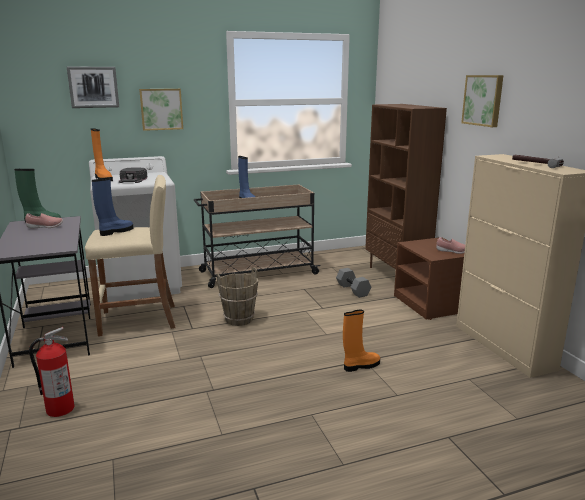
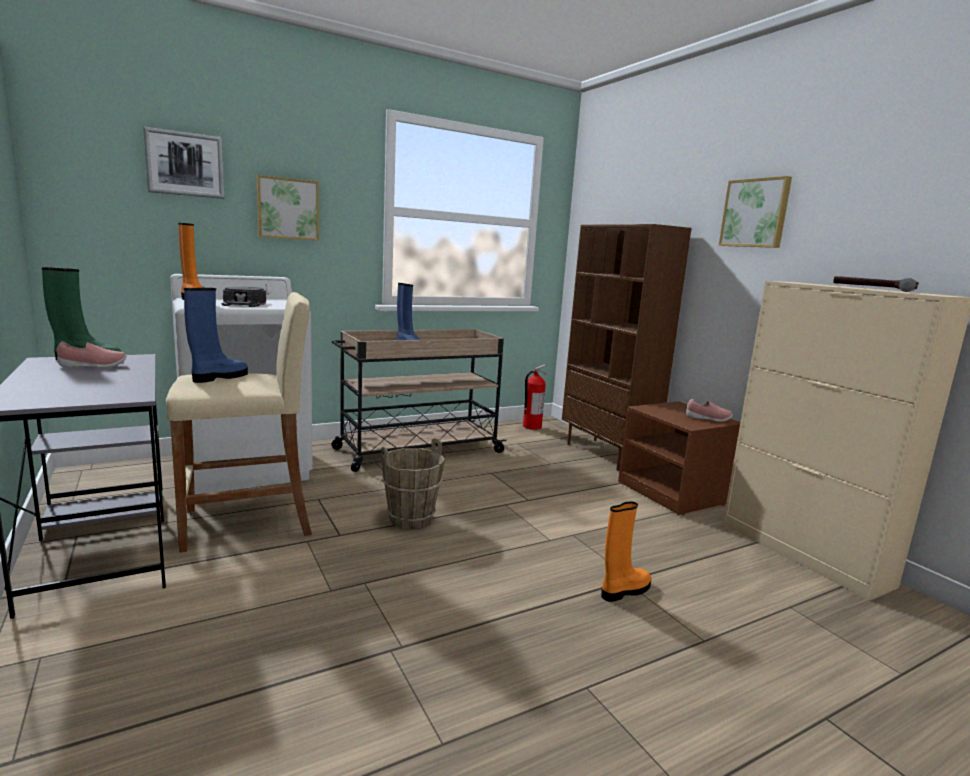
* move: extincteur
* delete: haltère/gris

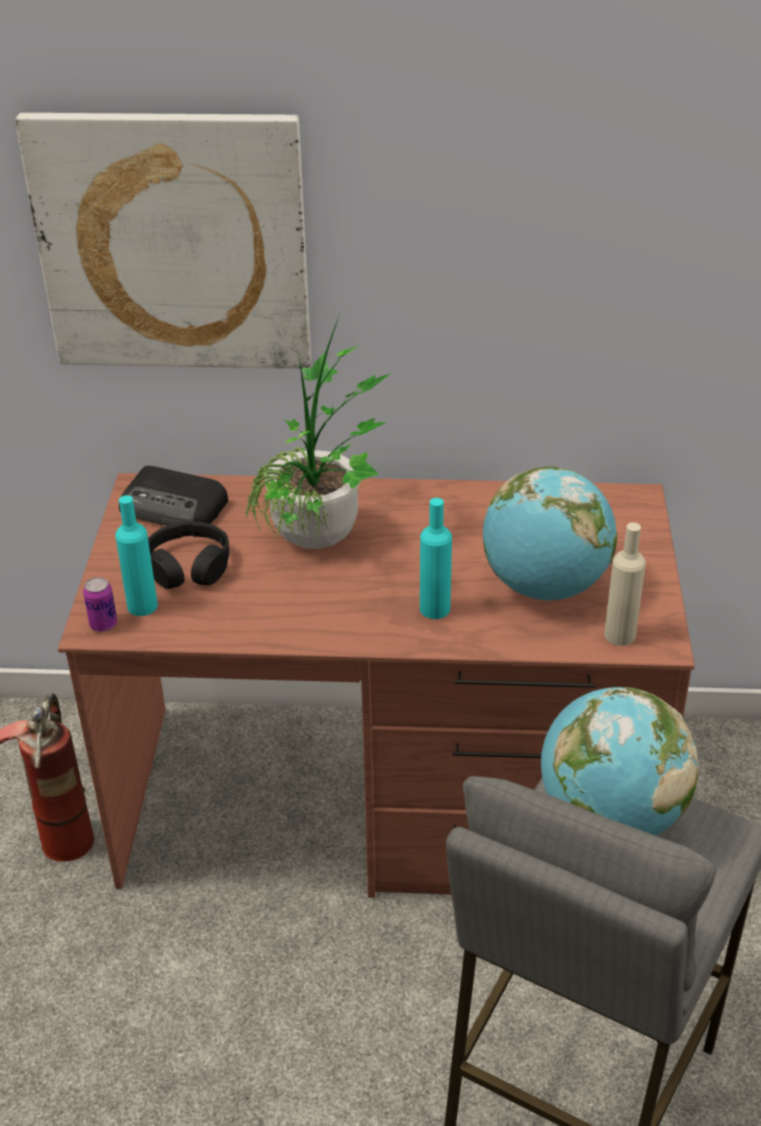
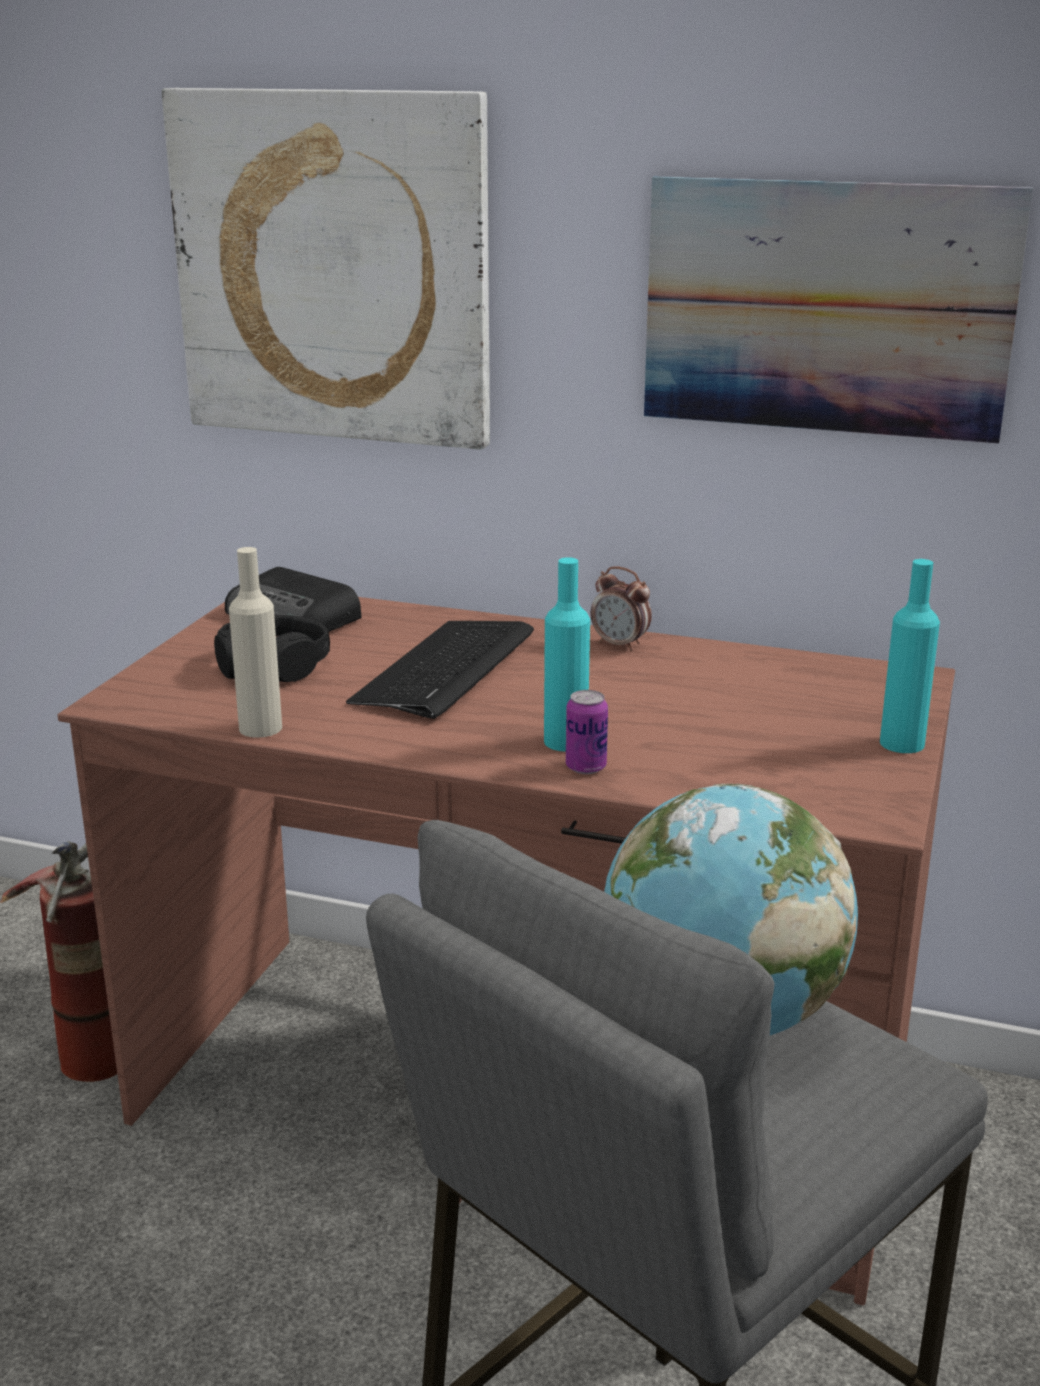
* move: bouteille/beige
* replace: plante en pot to clavier
* move: boîte métallique
* insert: réveil
* insert: tableau (2nd from left)
* move: bouteille/turquoise (1st from left in the first image) to bouteille/turquoise (2nd from left)
* delete: globe (1st from left)

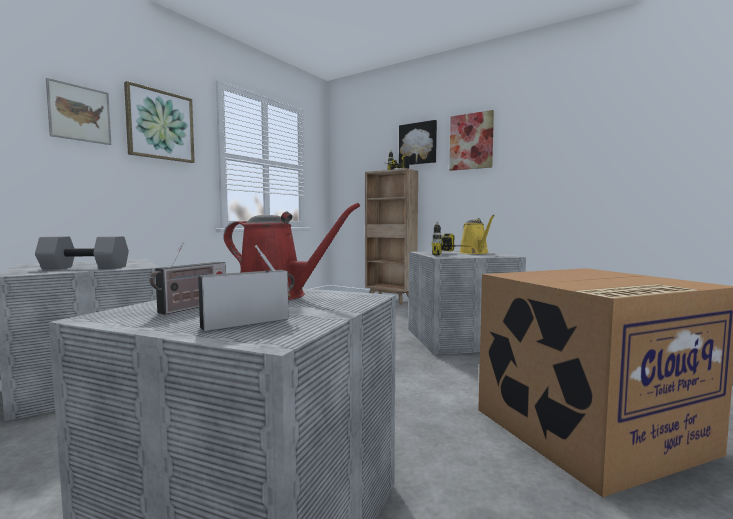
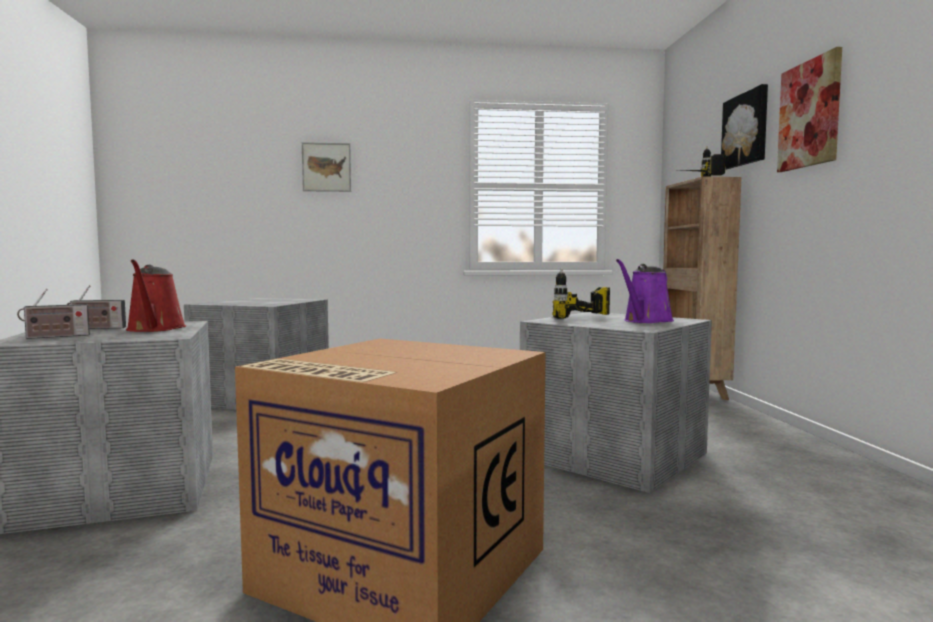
* rotate: radio (2nd from left in the first image) 135 degrees clockwise
* recolor: arrosoir/jaune to arrosoir/violet
* delete: haltère/gris
* delete: tableau (2nd from left)

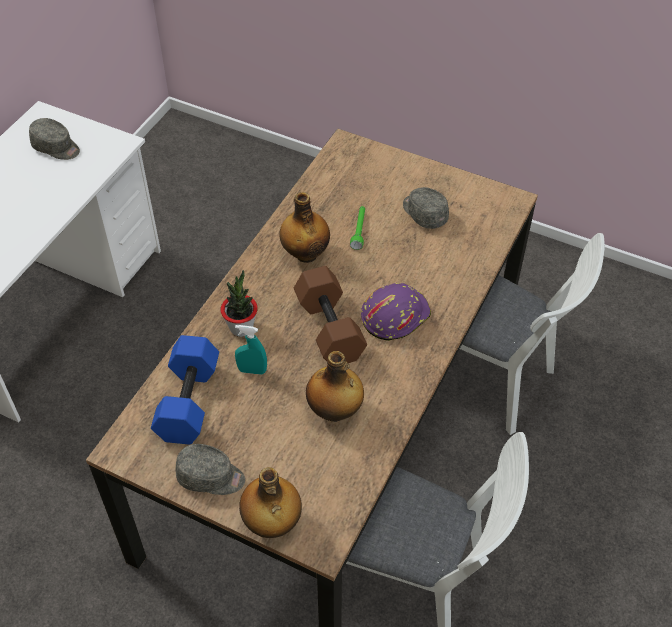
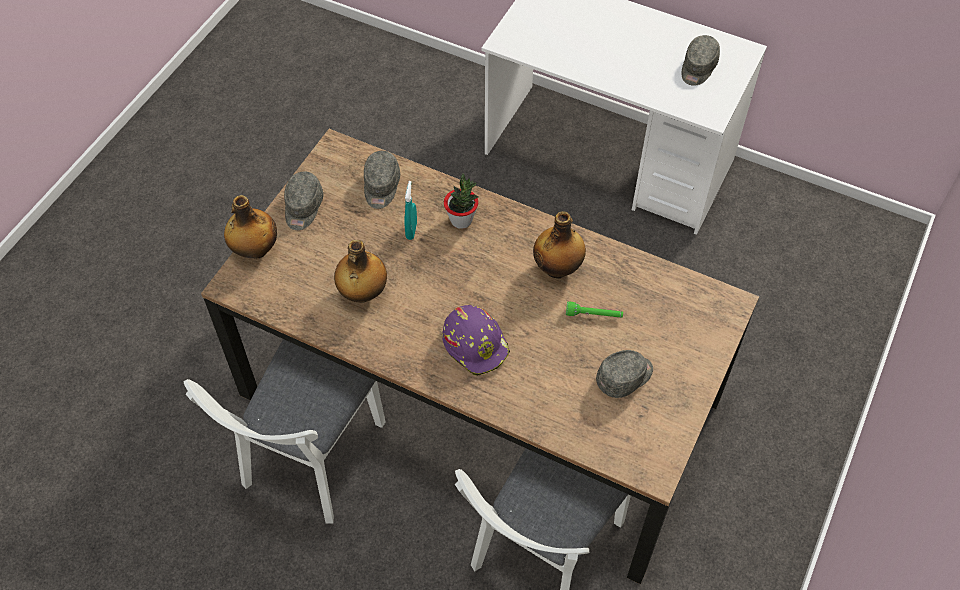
* replace: haltère/bleu to casquette/gris (2nd from left)
* delete: haltère/marron

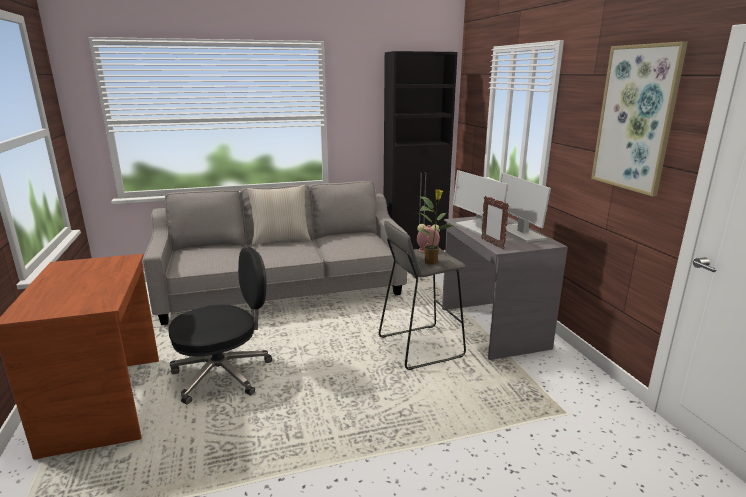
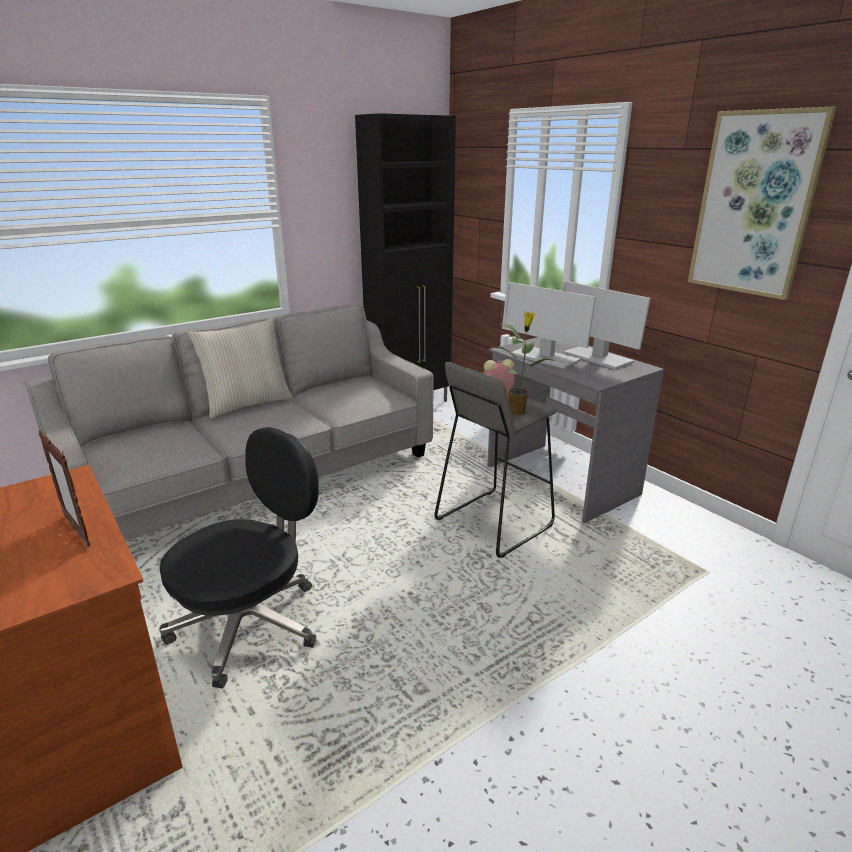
* move: cadre photo

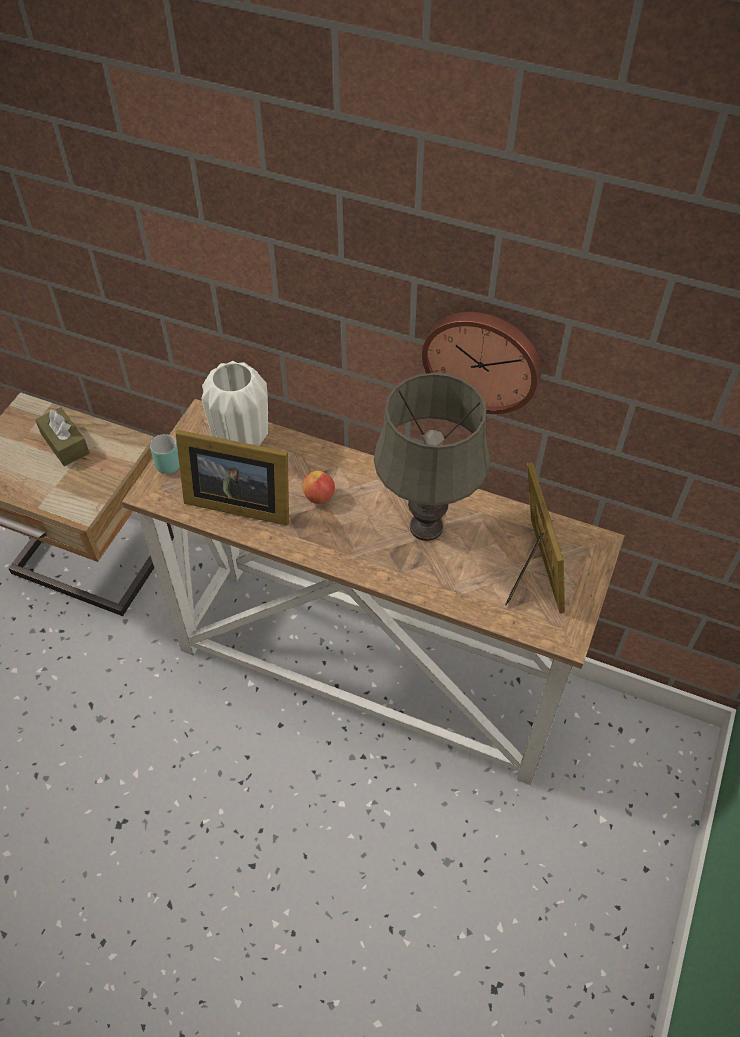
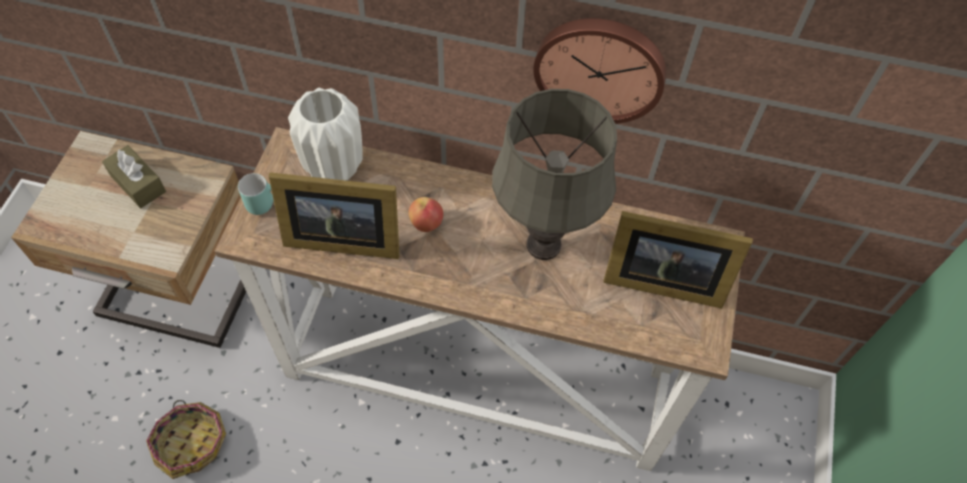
* insert: panier
* rotate: cadre photo (2nd from left) 120 degrees clockwise

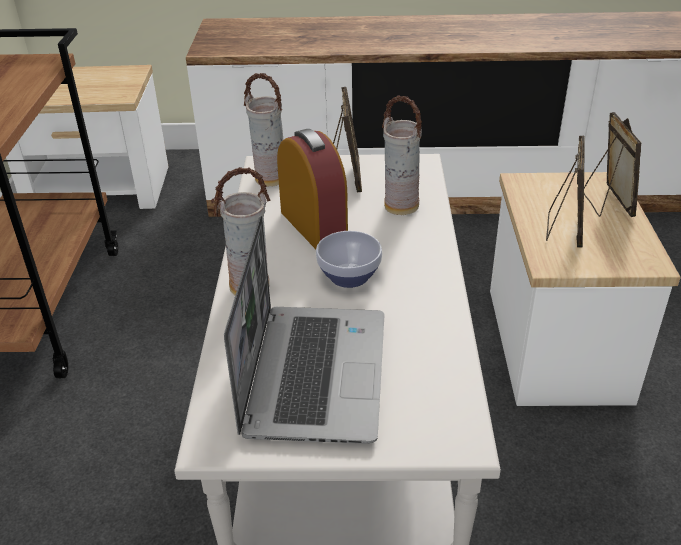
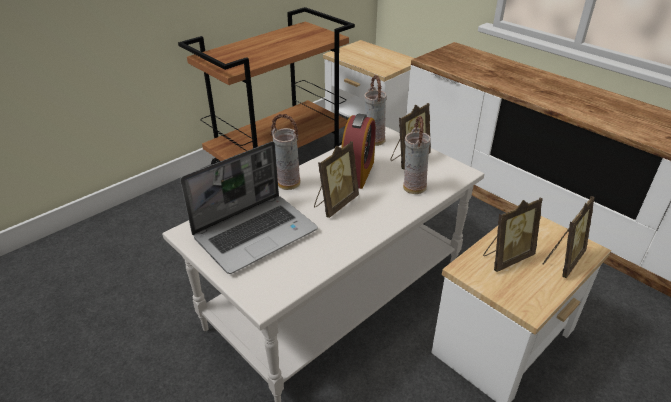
* replace: bol to cadre photo (1st from left)

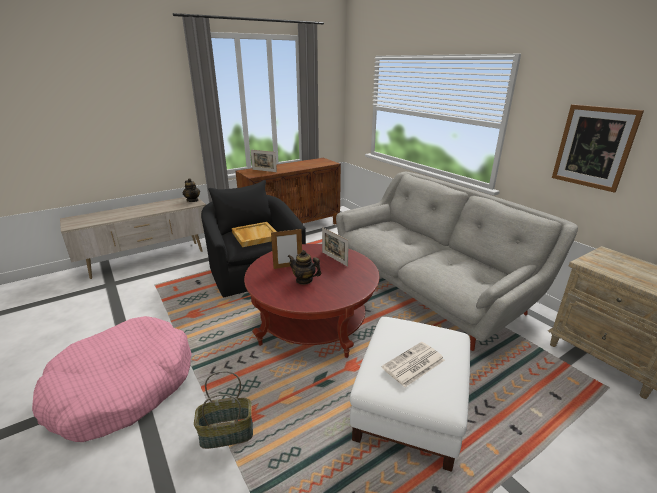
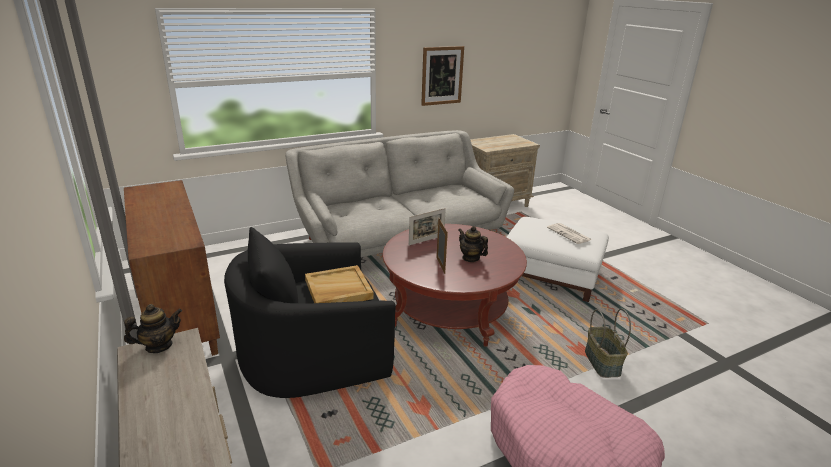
* rotate: théière (2nd from left) 105 degrees clockwise
* delete: cadre photo (1st from left)

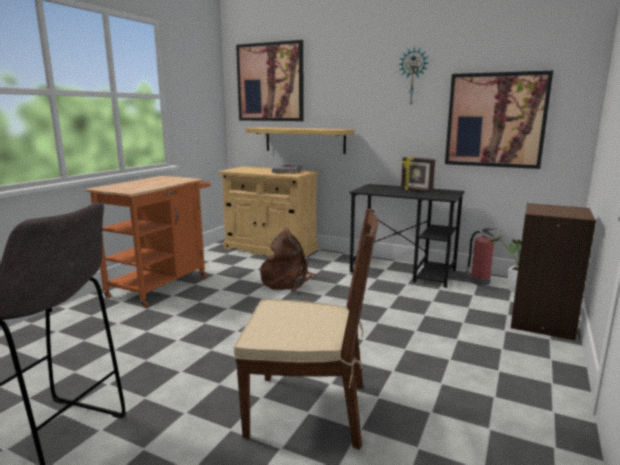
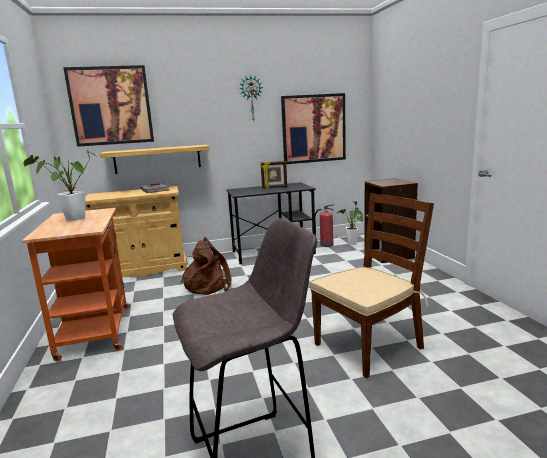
* insert: plante en pot (1st from left)

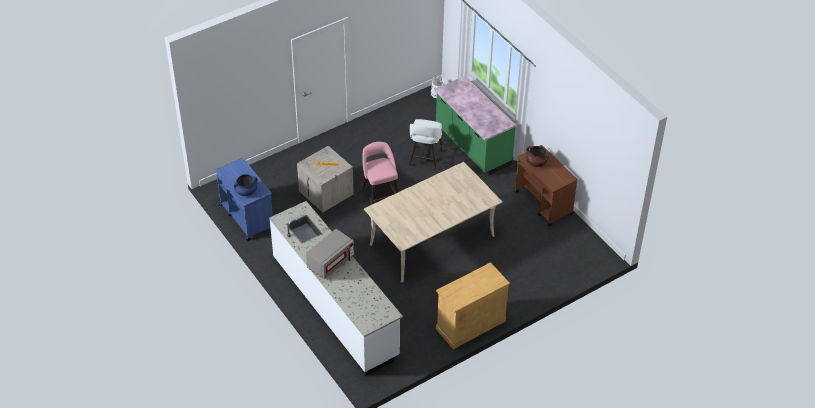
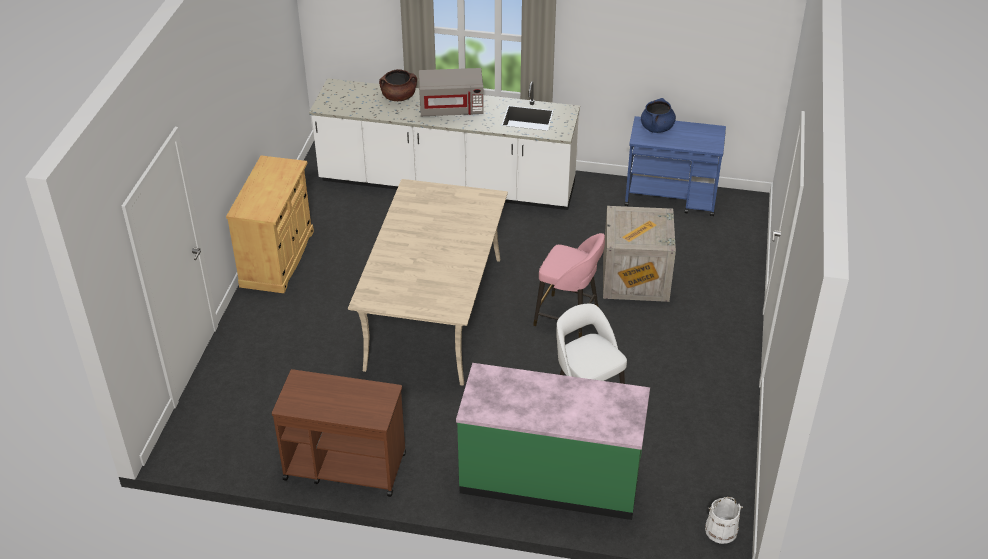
* move: marmite/marron
* rotate: micro-ondes/gris 90 degrees counterclockwise

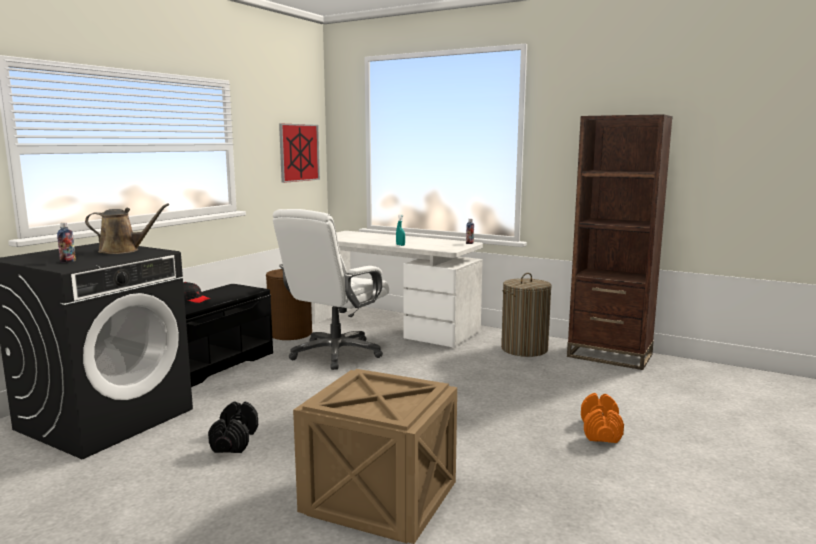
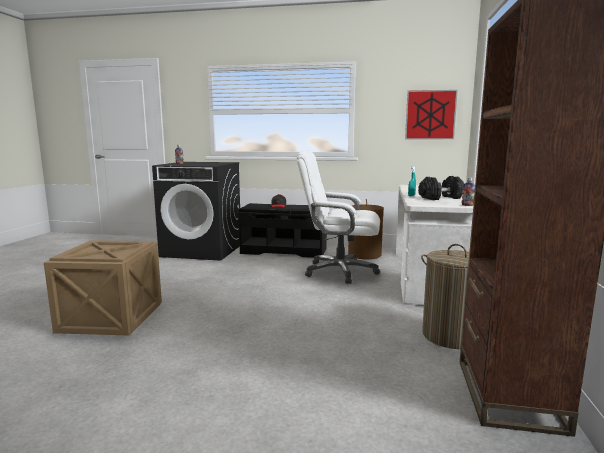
* move: haltère/noir
* delete: arrosoir/marron
* delete: haltère/orange

